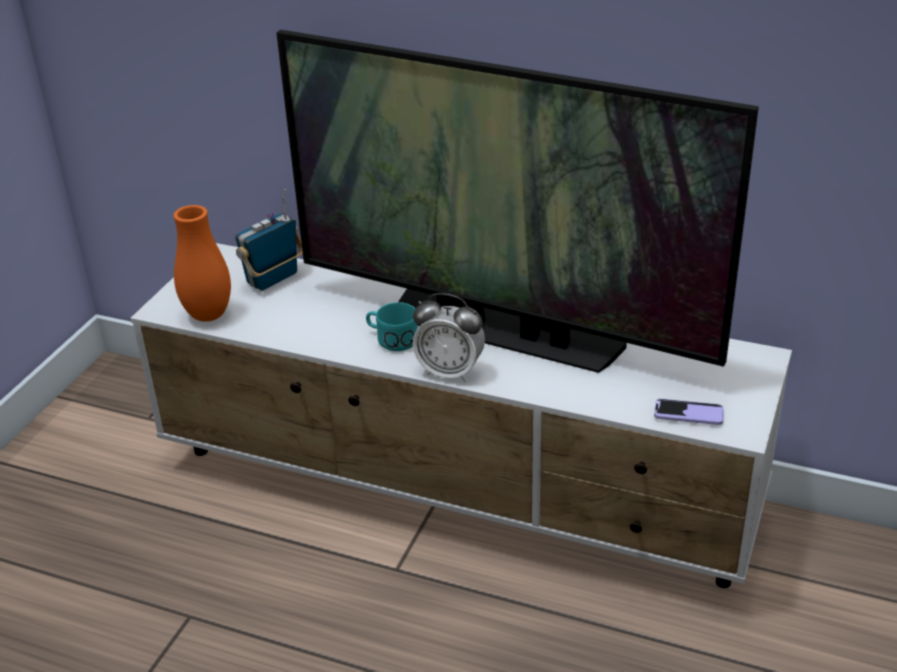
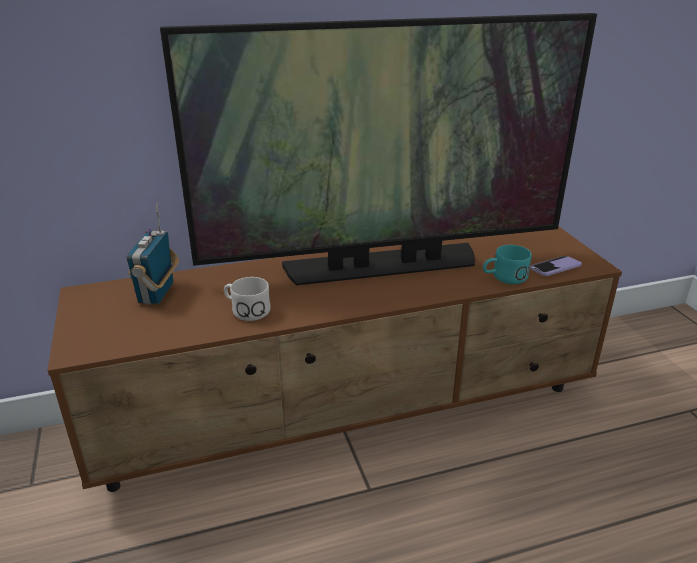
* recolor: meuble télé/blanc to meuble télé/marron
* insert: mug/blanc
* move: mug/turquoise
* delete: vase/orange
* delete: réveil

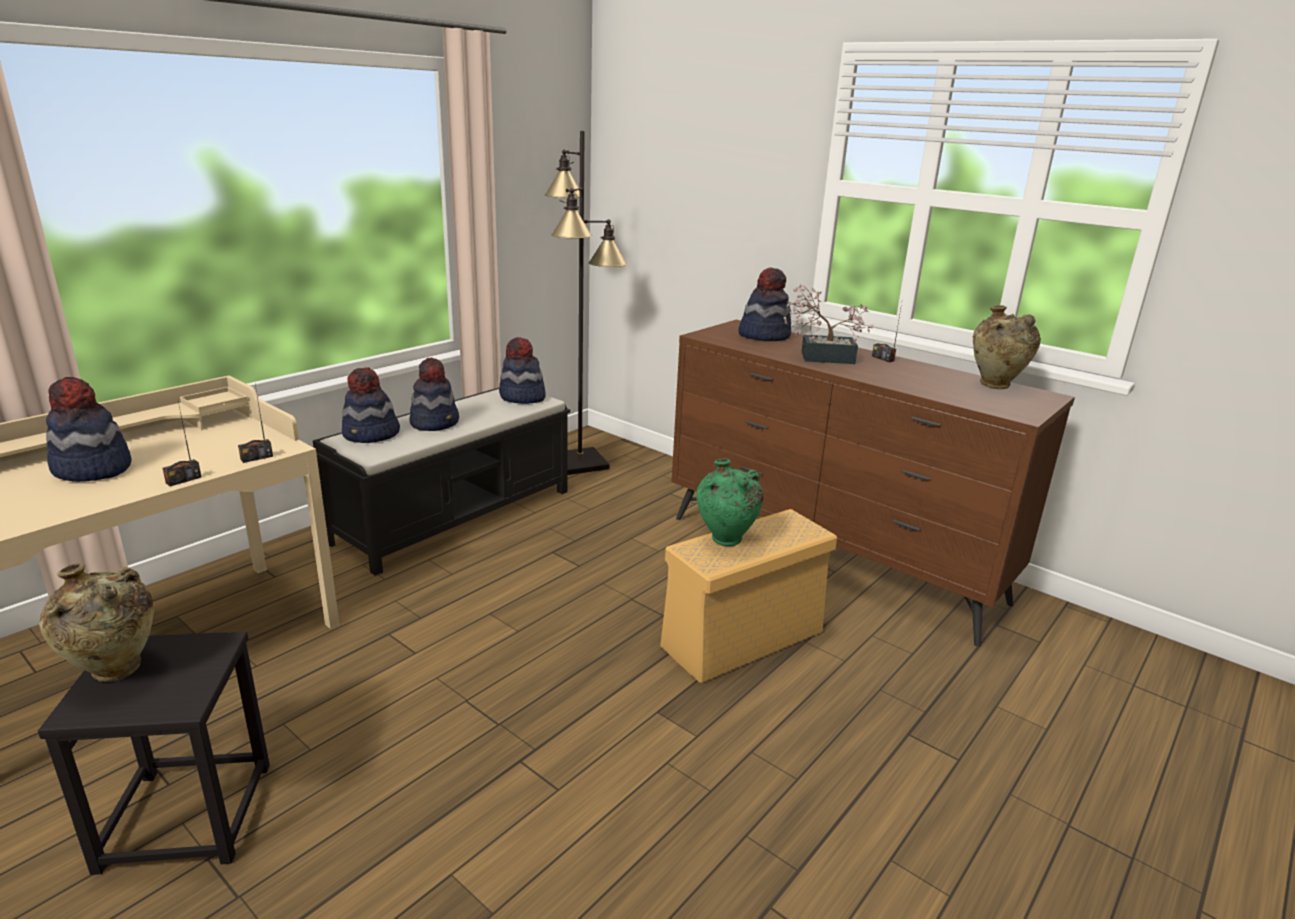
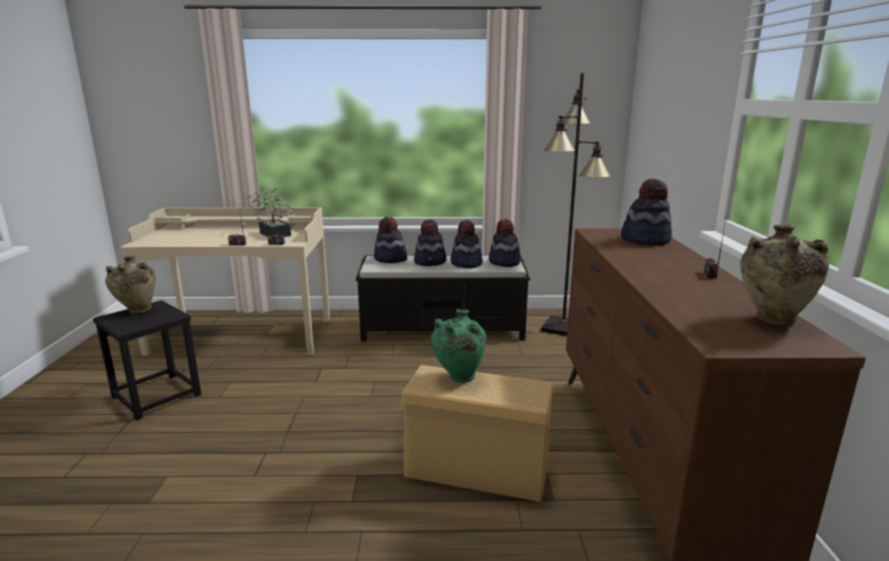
* move: plante en pot
* move: chapeau (1st from left in the first image) to chapeau (3rd from left)

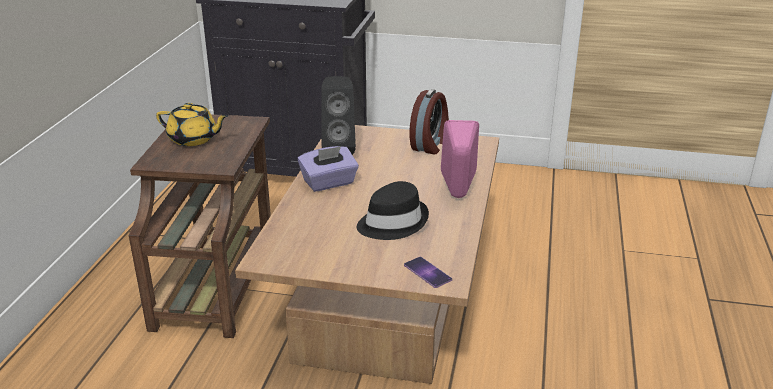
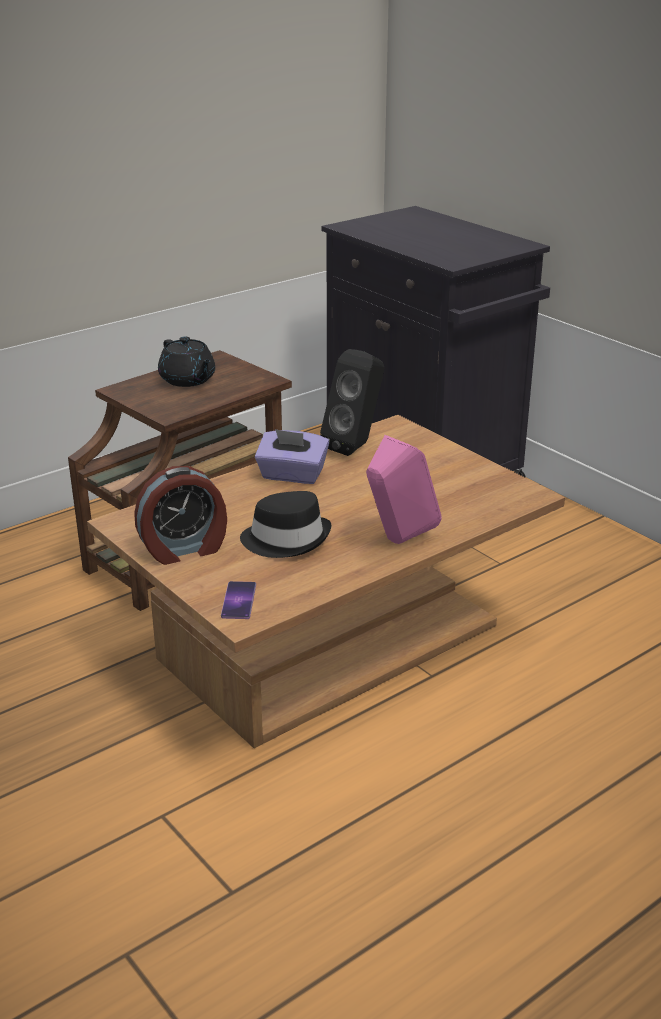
* move: réveil
* recolor: théière/jaune to théière/noir

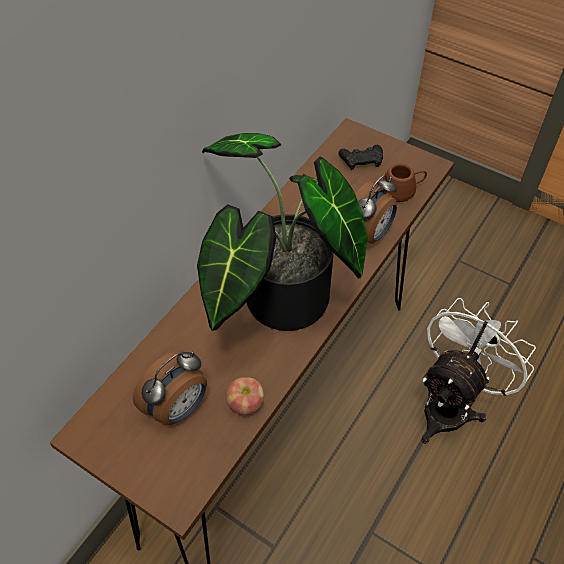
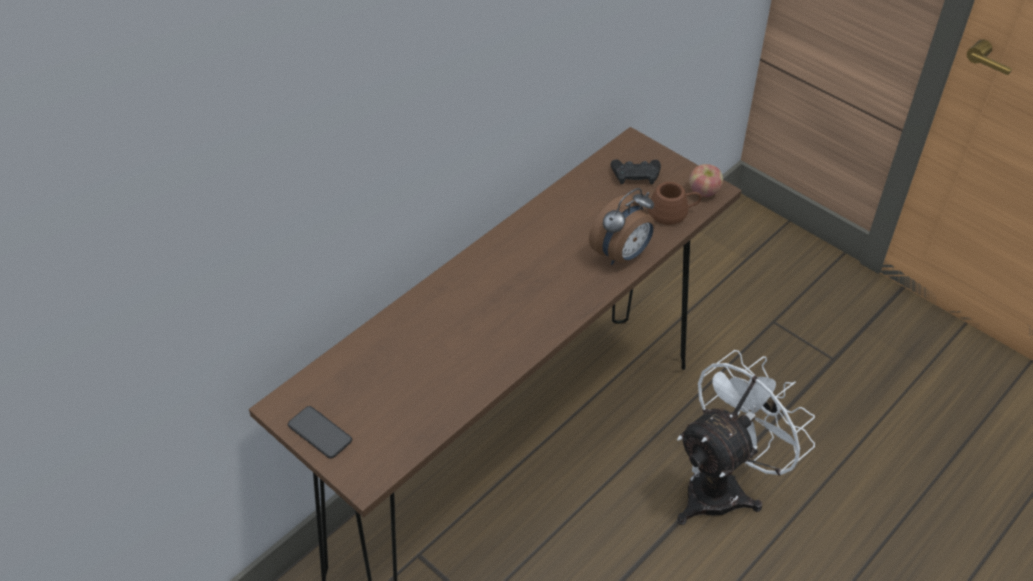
* insert: téléphone
* move: pomme
* delete: réveil (1st from left)
* delete: plante en pot

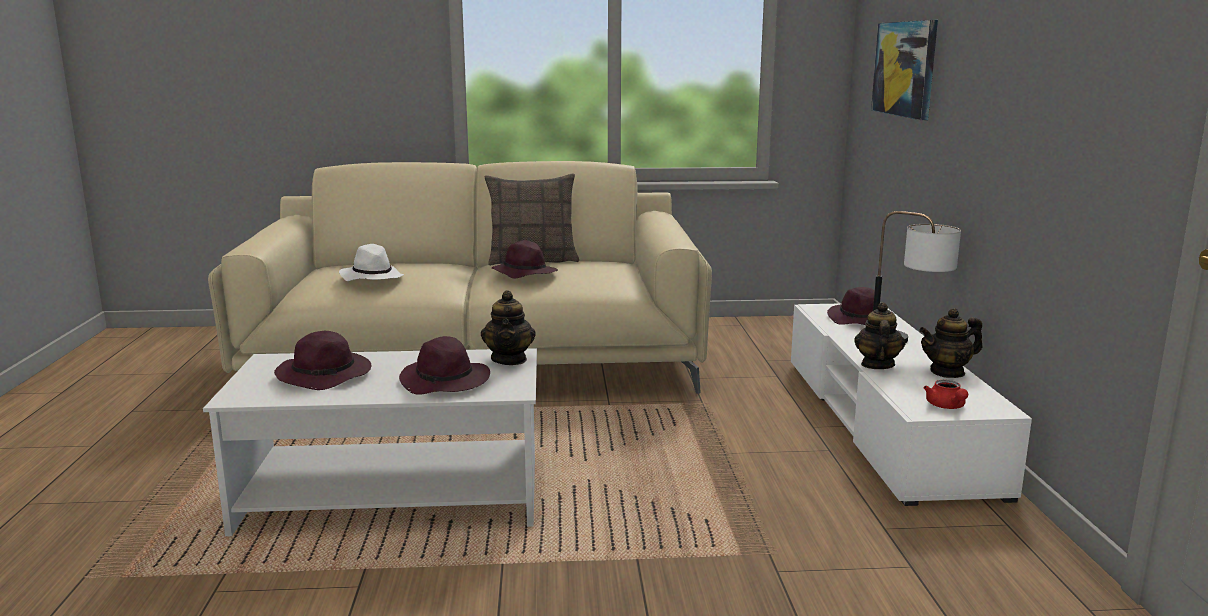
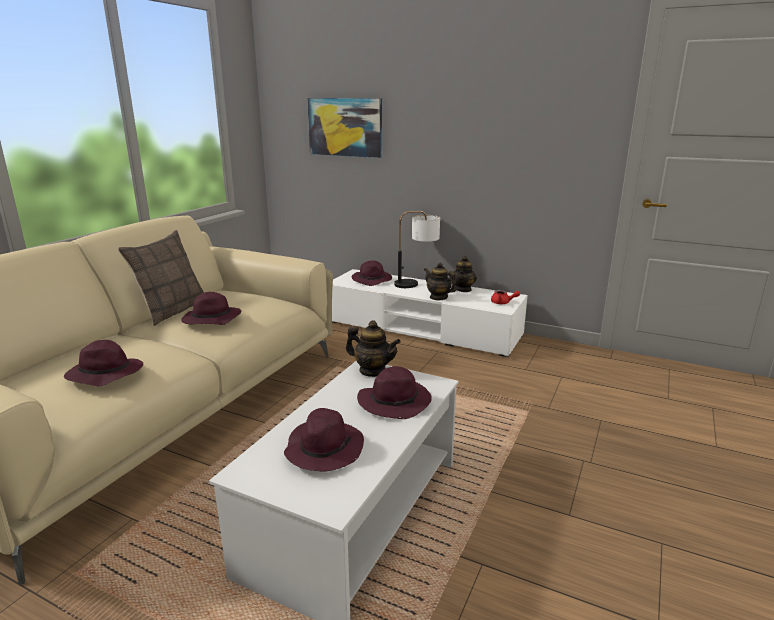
* recolor: chapeau/blanc to chapeau/violet (1st from left)

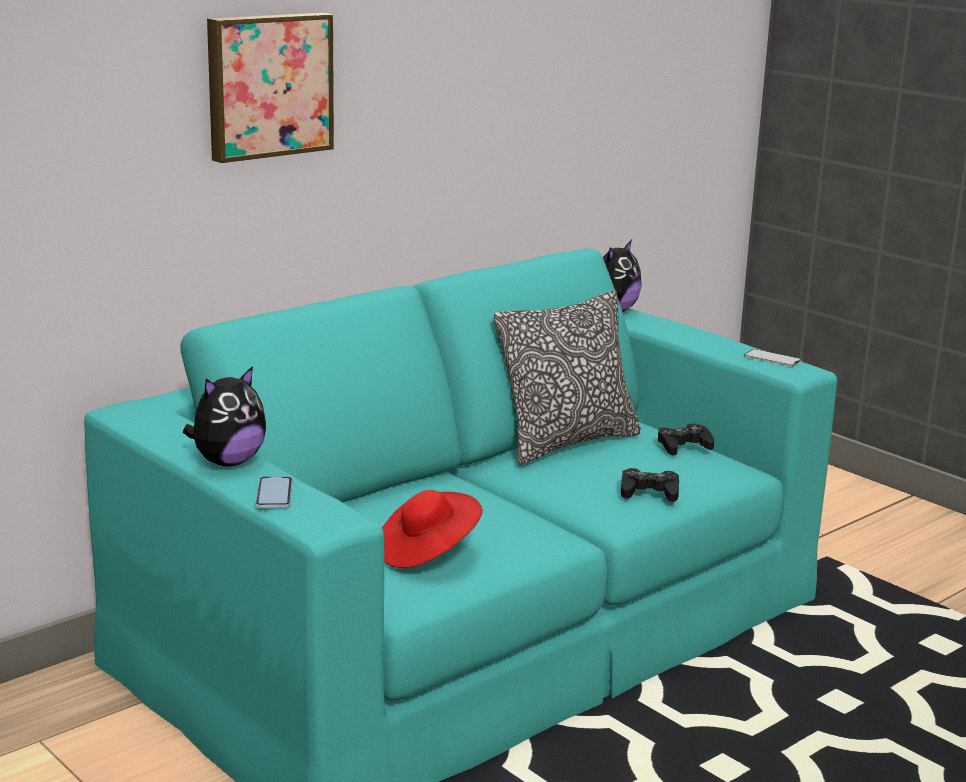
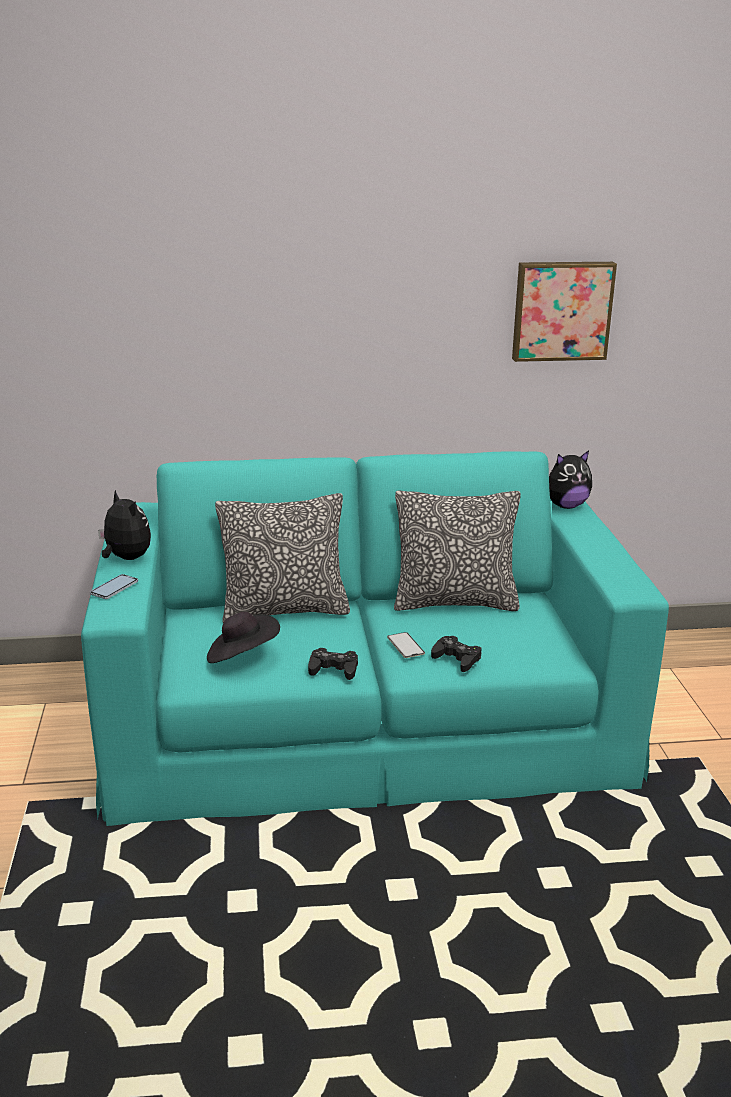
* rotate: peluche (1st from left) 120 degrees counterclockwise
* recolor: chapeau/rouge to chapeau/noir
* insert: coussin (1st from left)
* move: manette/noir (2nd from left in the first image) to manette/noir (1st from left)
* move: téléphone (2nd from left)
* move: tableau

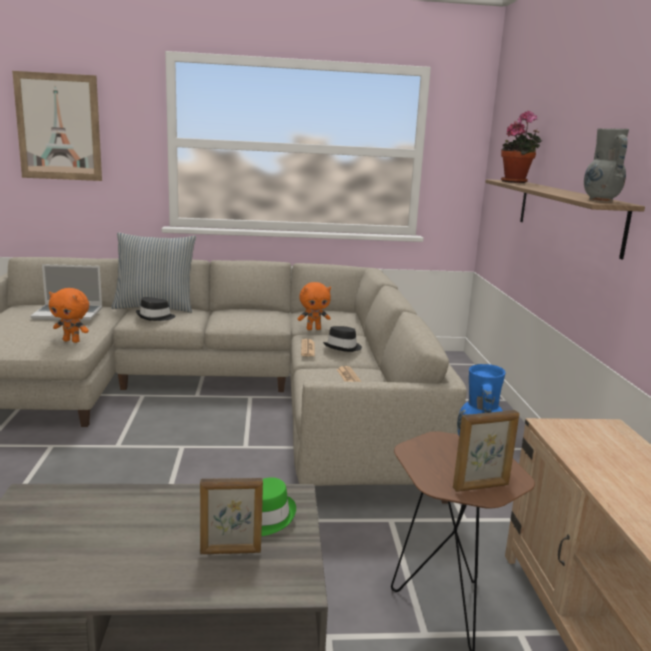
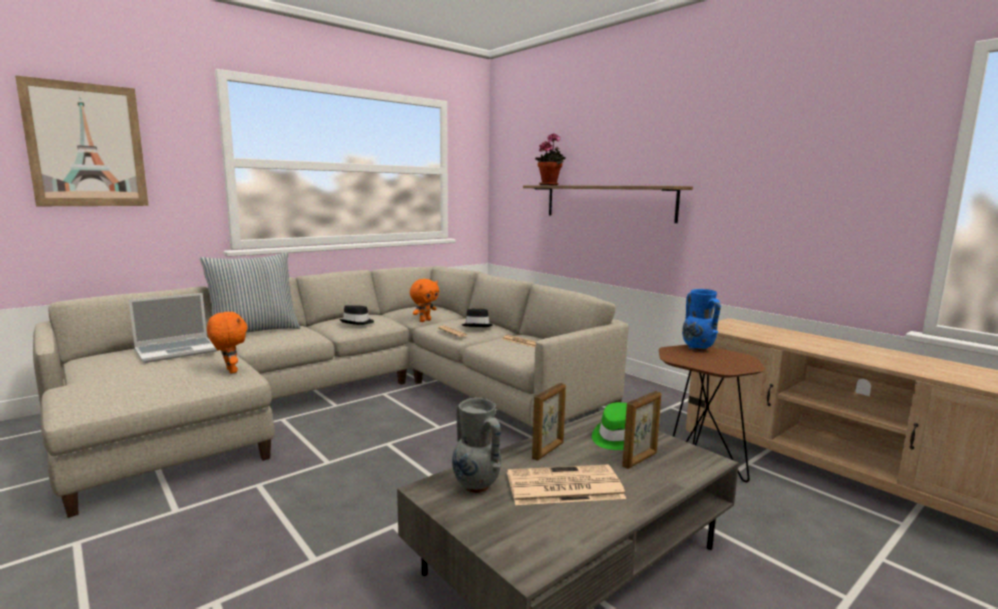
* rotate: peluche/orange (1st from left) 105 degrees counterclockwise
* move: chapeau/noir (1st from left)
* move: vase/gris
* insert: journal (3rd from left)
* move: cadre photo (2nd from left in the first image) to cadre photo (1st from left)

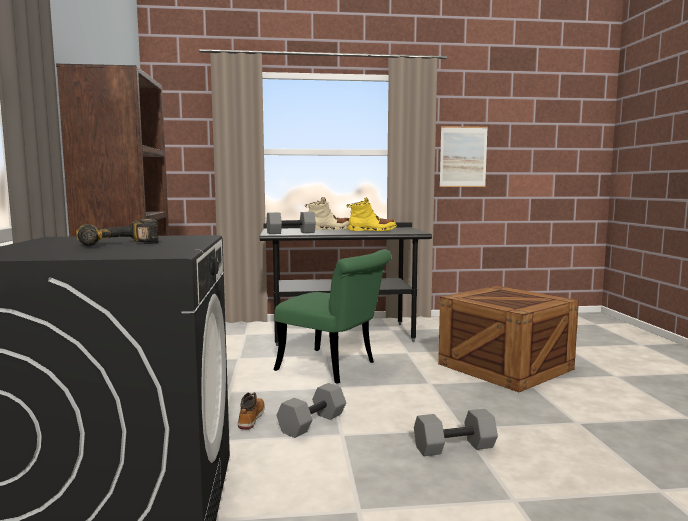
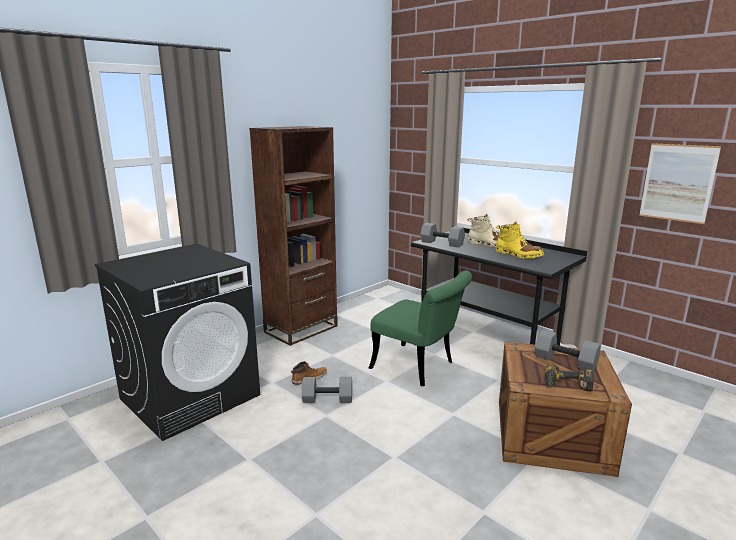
* rotate: chaise/vert 45 degrees counterclockwise
* move: haltère/gris (3rd from left)
* move: perceuse

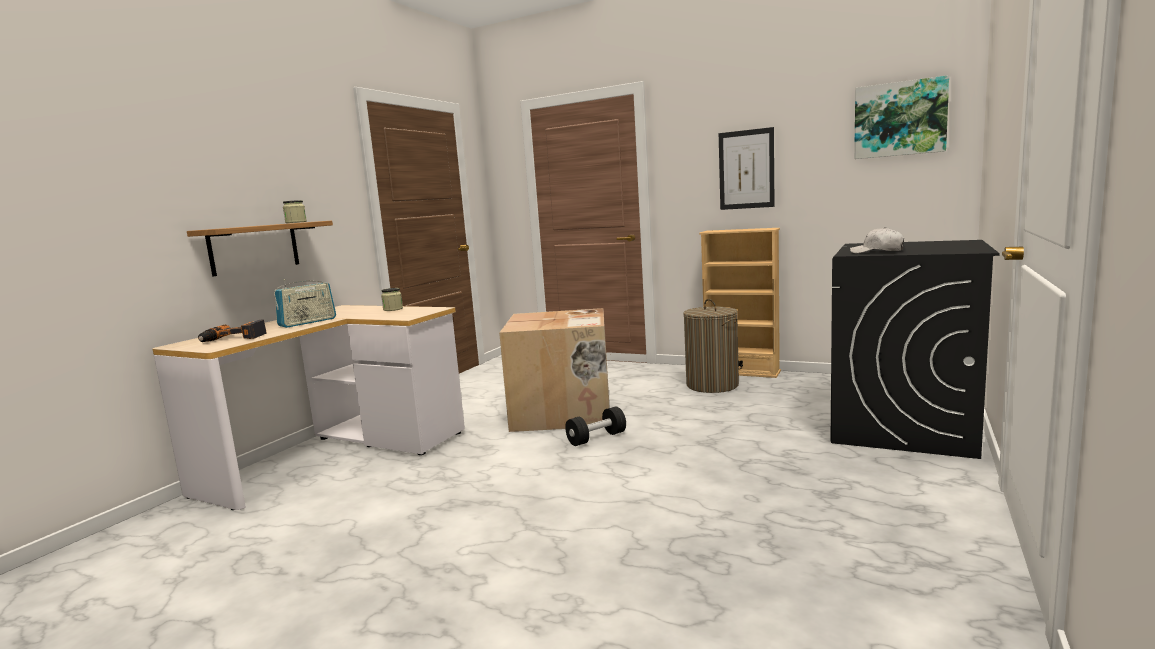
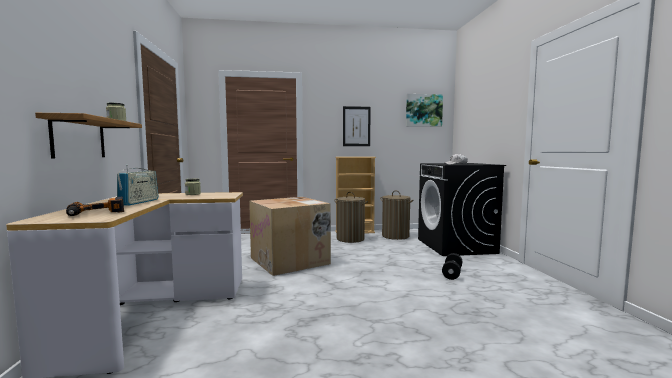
* insert: panier à linge (2nd from left)
* move: haltère/noir

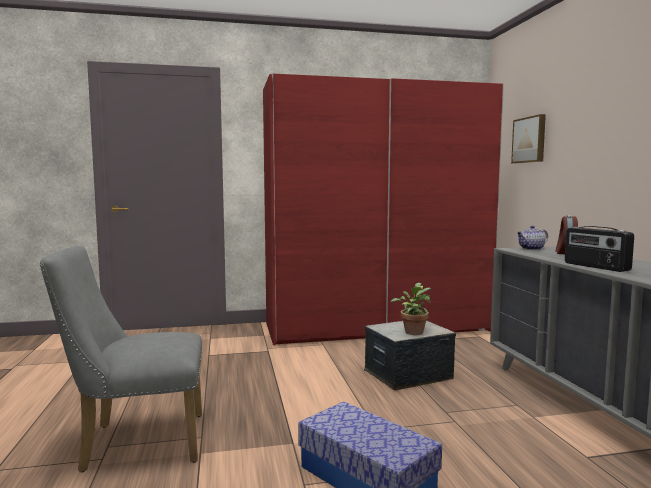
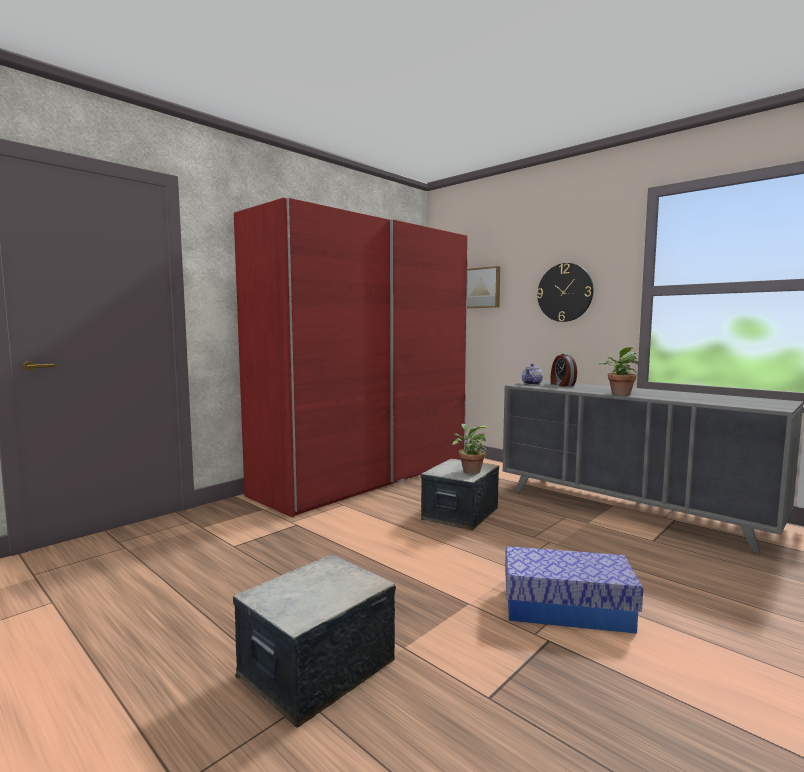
* replace: chaise/gris to boîte de rangement (1st from left)
* insert: horloge murale
* replace: radio to plante en pot (2nd from left)

